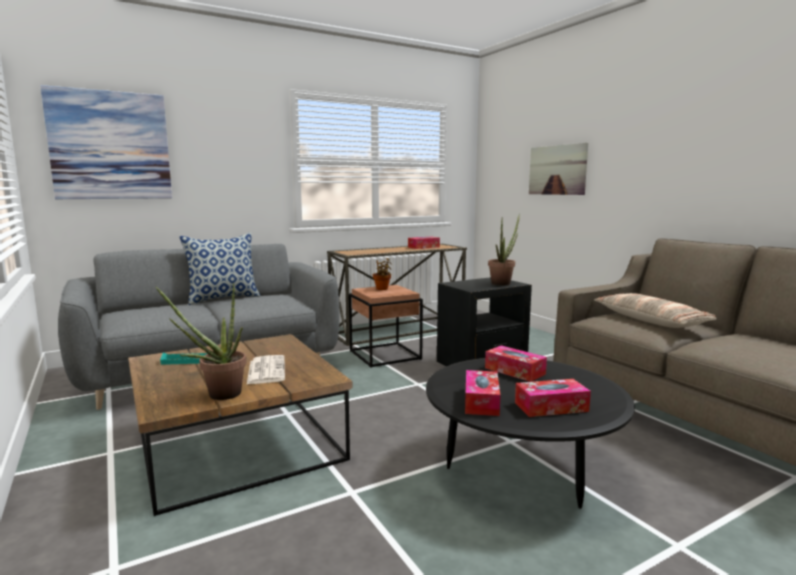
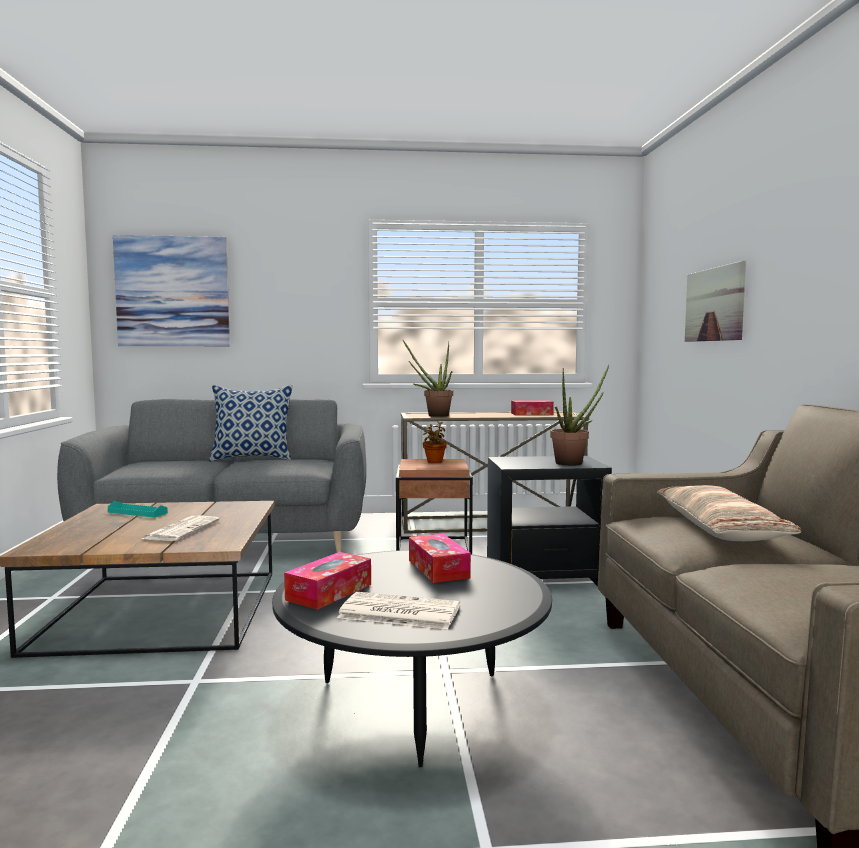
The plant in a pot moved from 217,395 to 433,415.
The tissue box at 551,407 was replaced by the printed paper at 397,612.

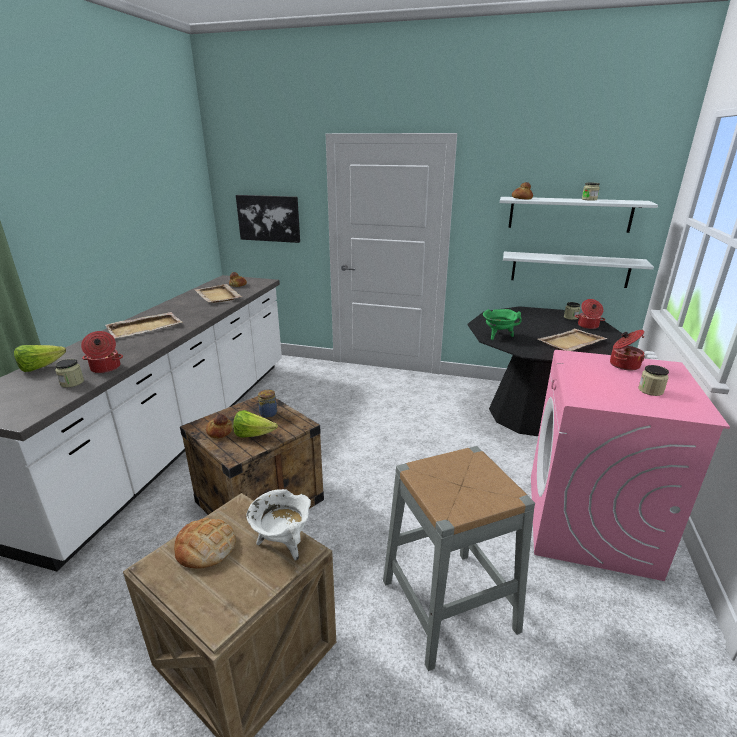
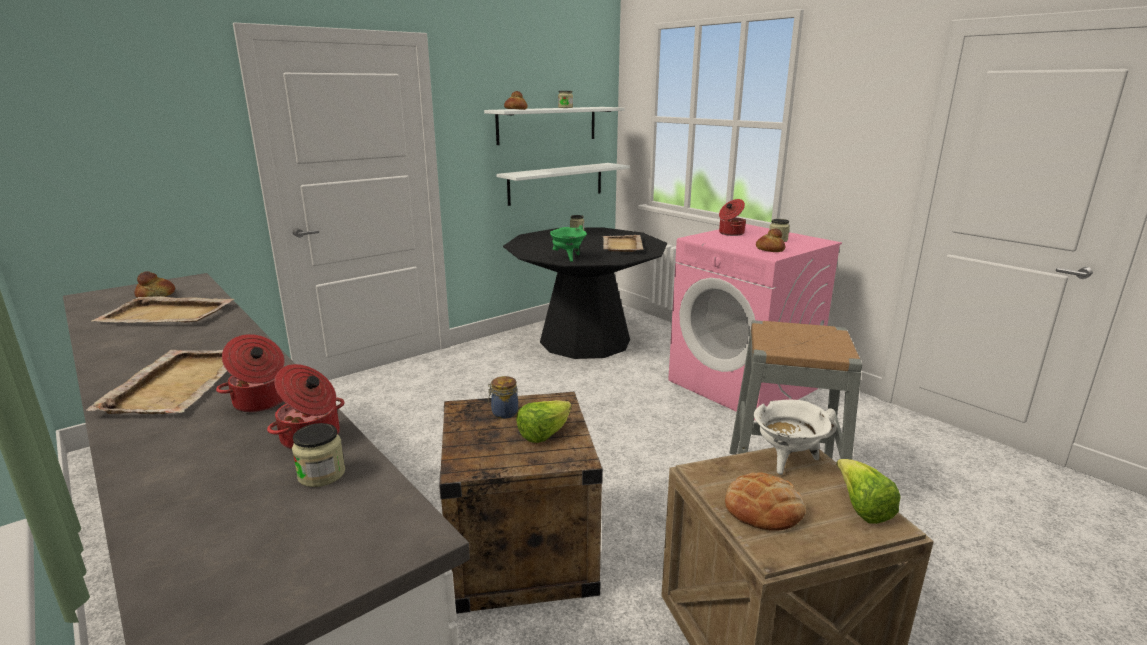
The lettuce moved from 40,367 to 861,508.
The bread moved from 220,431 to 769,249.
The picture at 269,218 disappeared.
The cooking pot moved from 588,326 to 261,402.

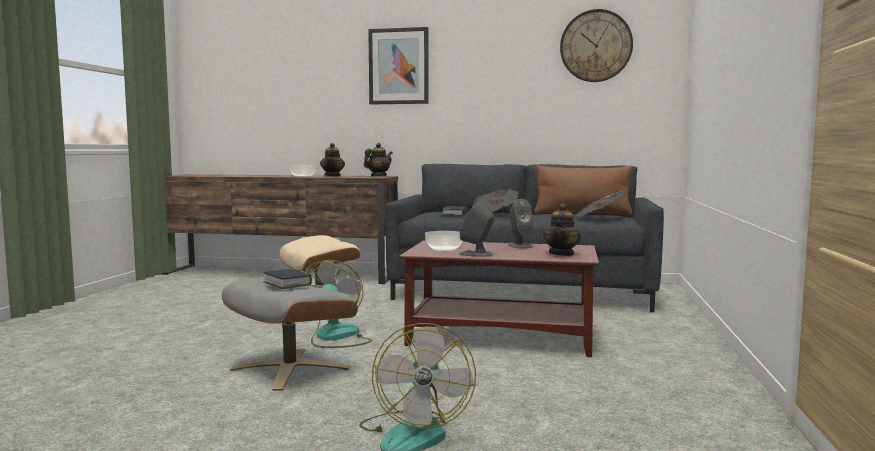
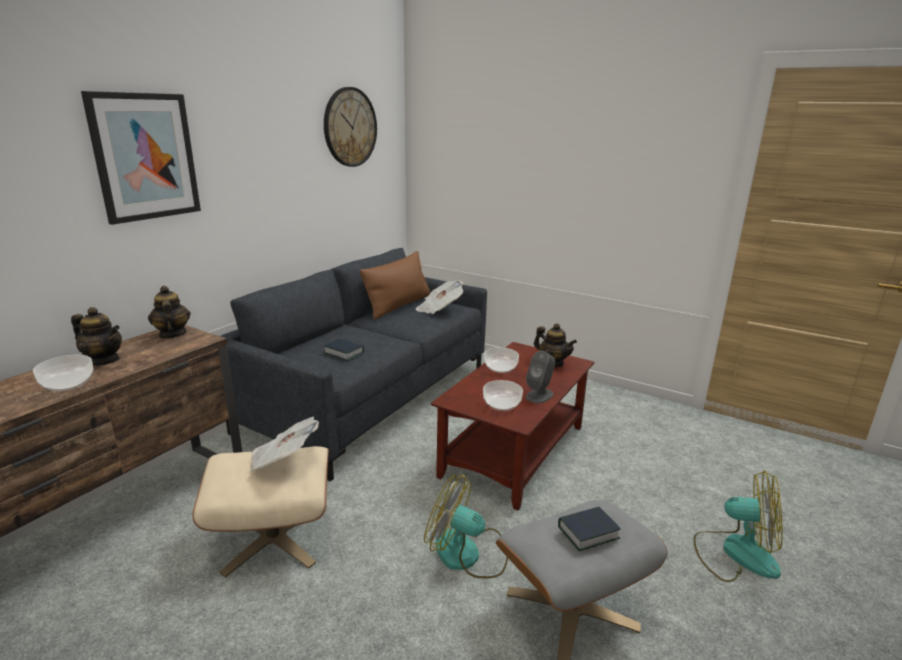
The printed paper moved from 494,215 to 283,459.
The greyish loudspeaker at 520,245 was replaced by the bowl at 500,367.

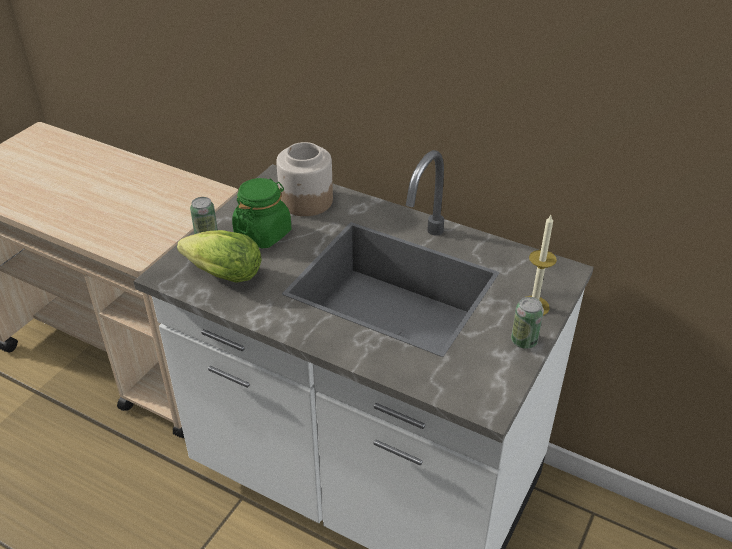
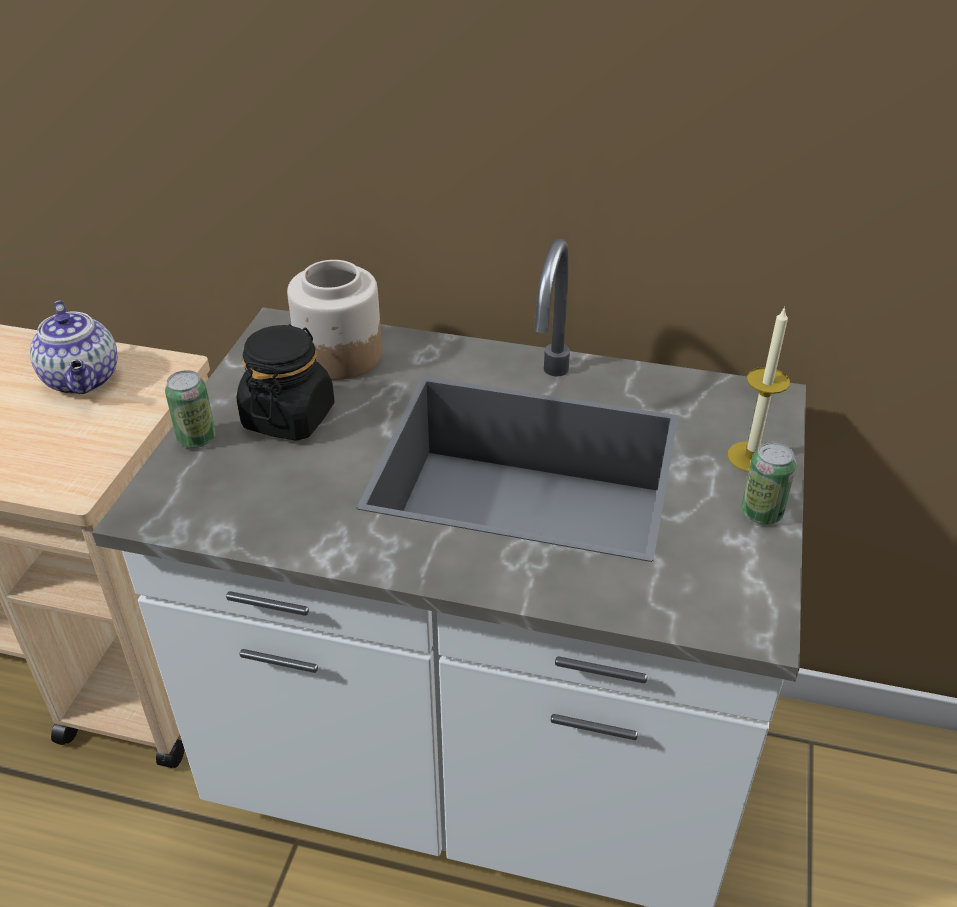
The lettuce at 220,274 disappeared.
The greenish jar at 263,233 became the black-coloured jar at 289,417.
The tea pot at 83,380 appeared.

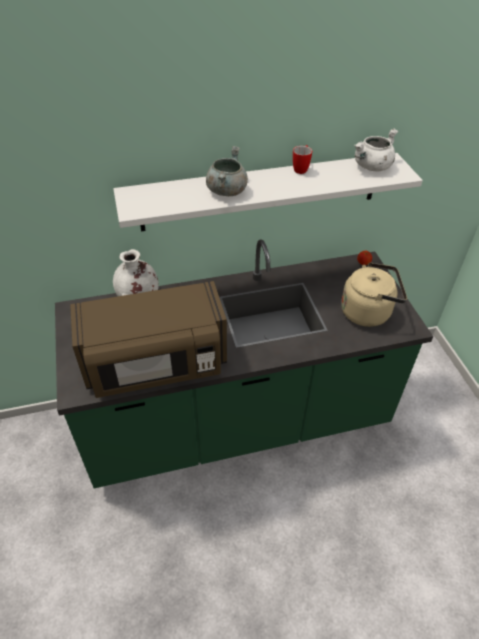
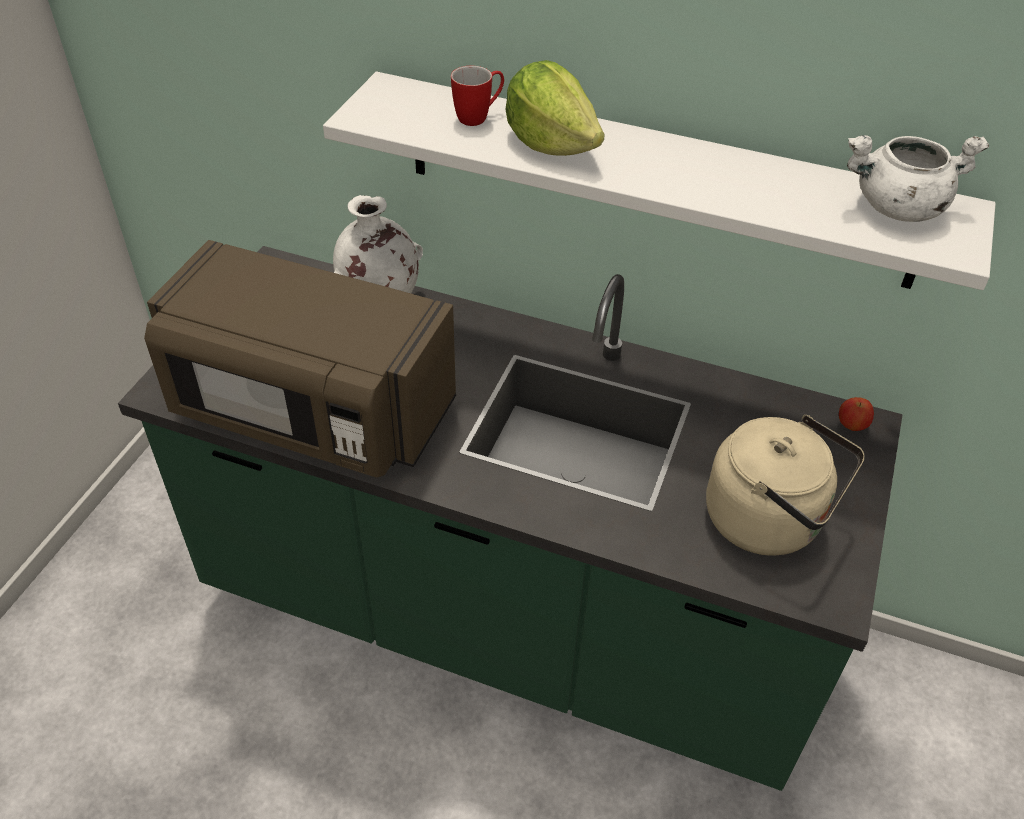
The greyish cooking pot at 226,190 was replaced by the lettuce at 551,143.
The mug moved from 301,168 to 479,117.

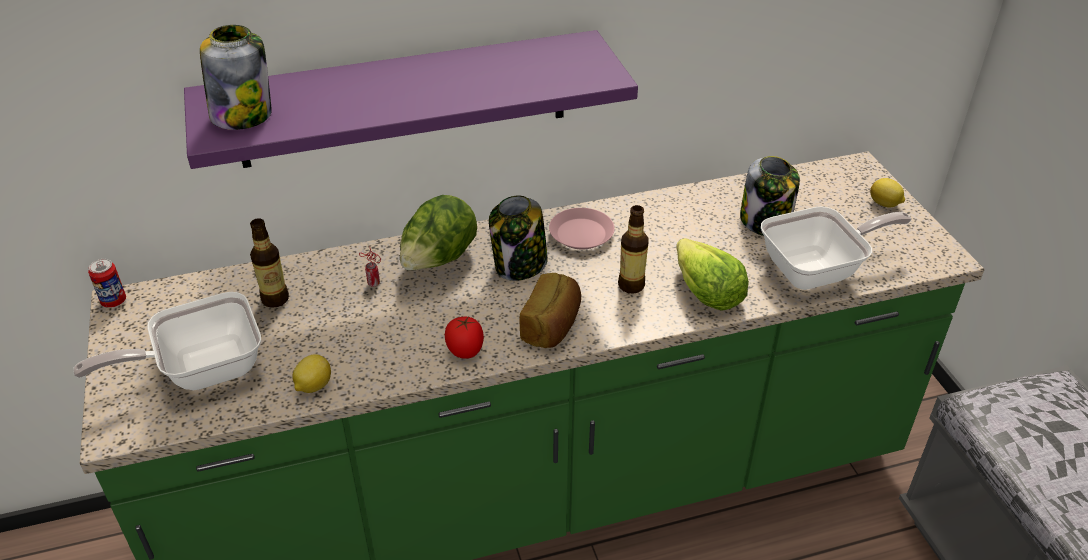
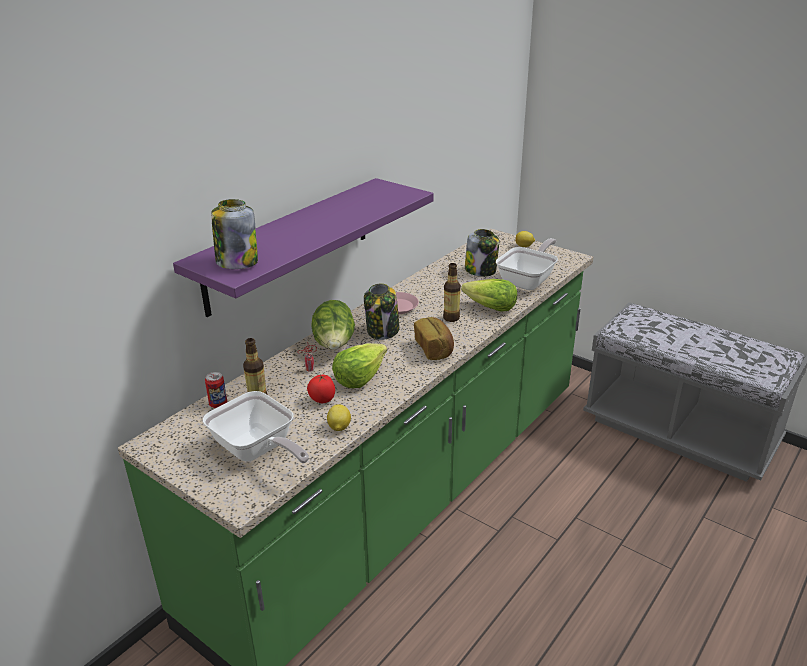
The frying pan at 201,370 turned 75 degrees counterclockwise.
The can moved from 114,301 to 218,404.
The fresh tomato moved from 465,351 to 322,400.
The lettuce at 359,377 appeared.

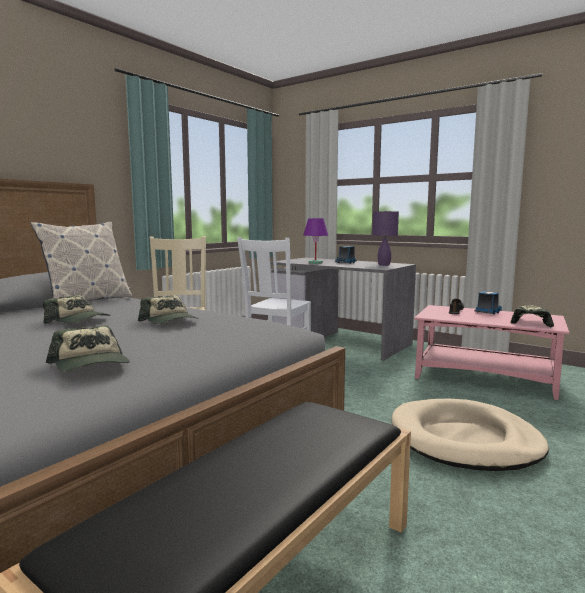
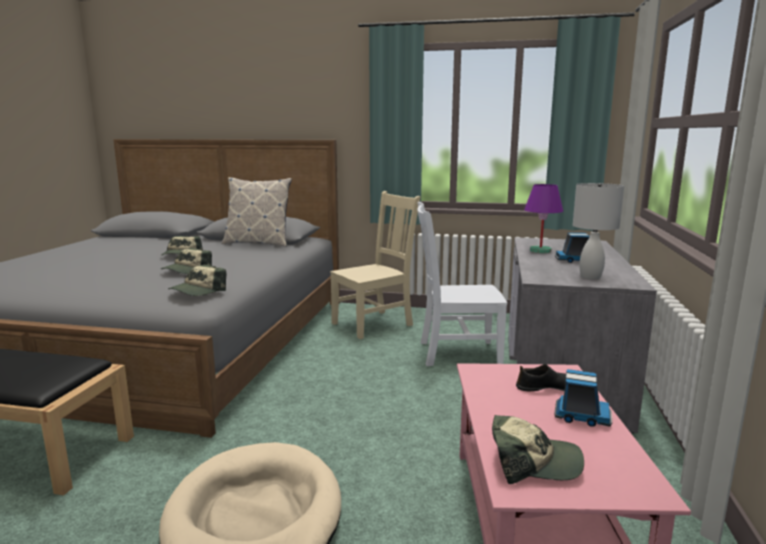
The cap moved from 91,365 to 198,291.
The purple table lamp at 384,265 became the white table lamp at 590,277.

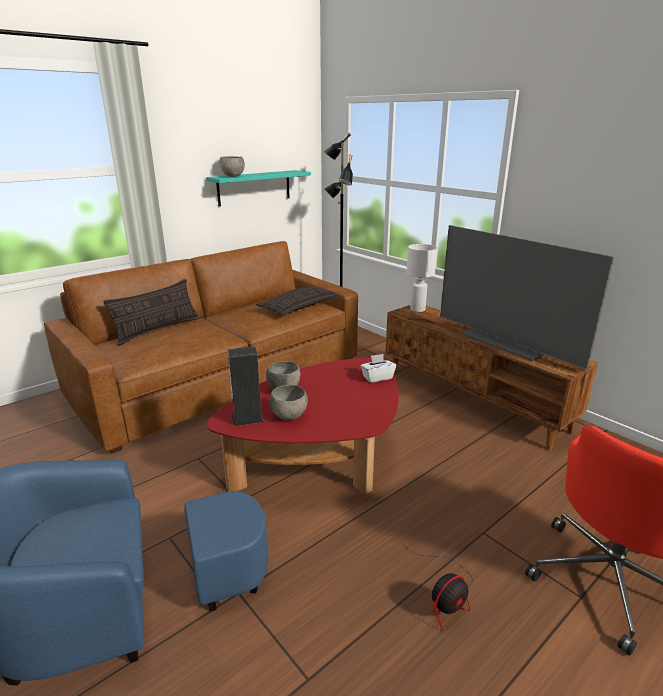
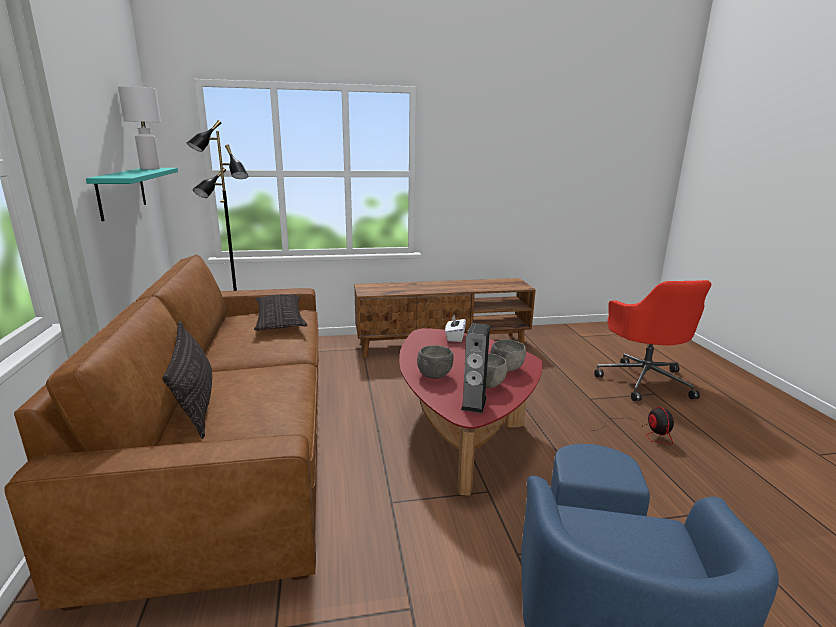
The greyish bowl moved from 233,176 to 507,369.
The white table lamp moved from 418,310 to 150,169.
The television at 507,342 disappeared.

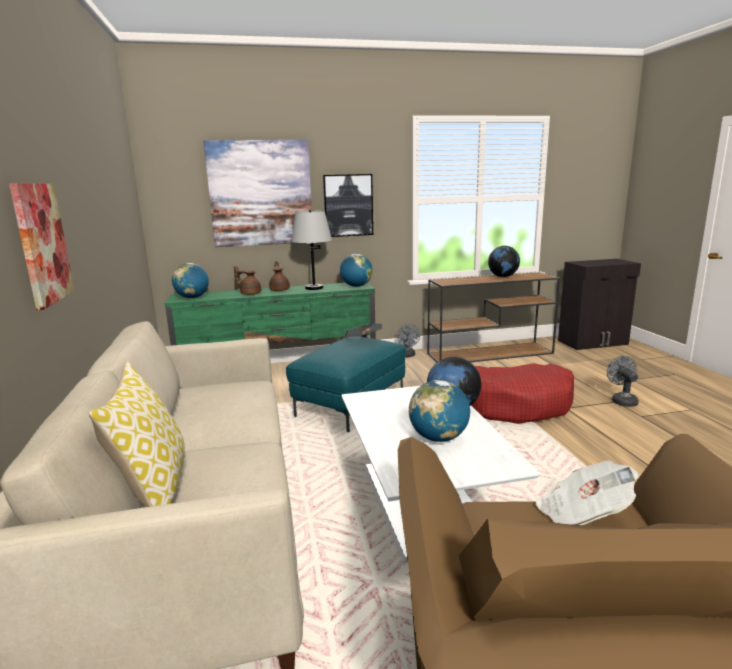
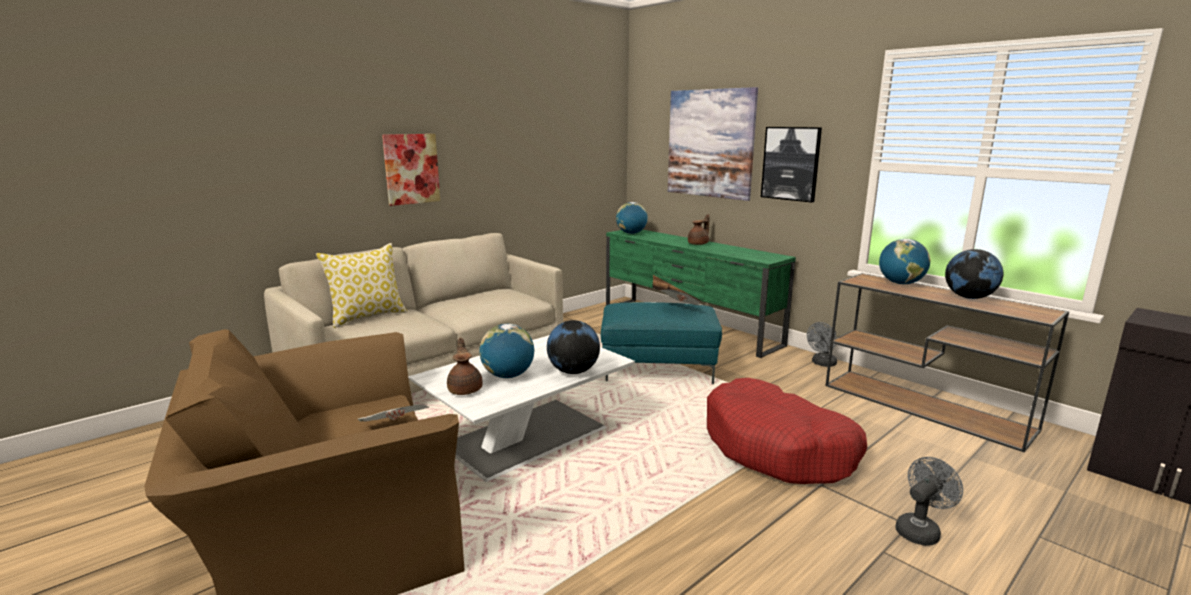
The brownish tea pot moved from 250,294 to 465,389.
The greyish table lamp at 314,288 disappeared.
The globe moved from 356,286 to 900,283.

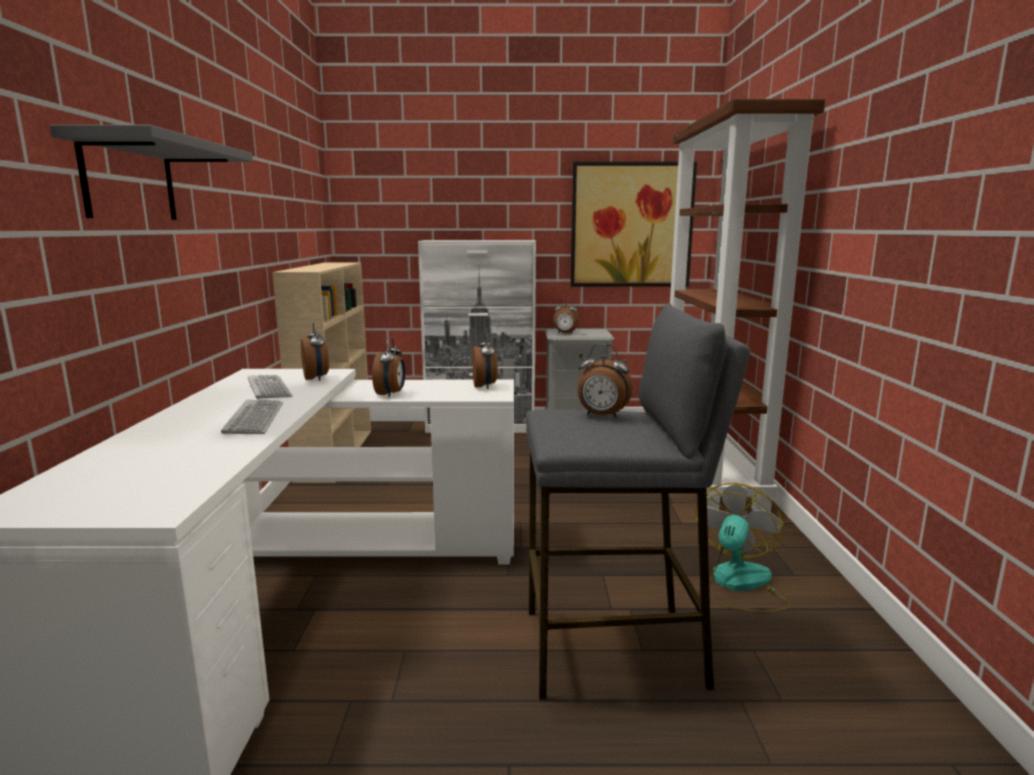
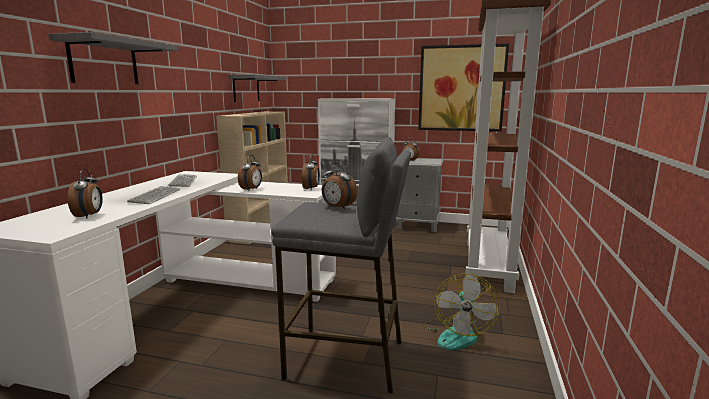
The bedside clock moved from 316,378 to 89,216.
The fan at 738,585 turned 150 degrees clockwise.
The greyish wall shelf at 246,88 appeared.

